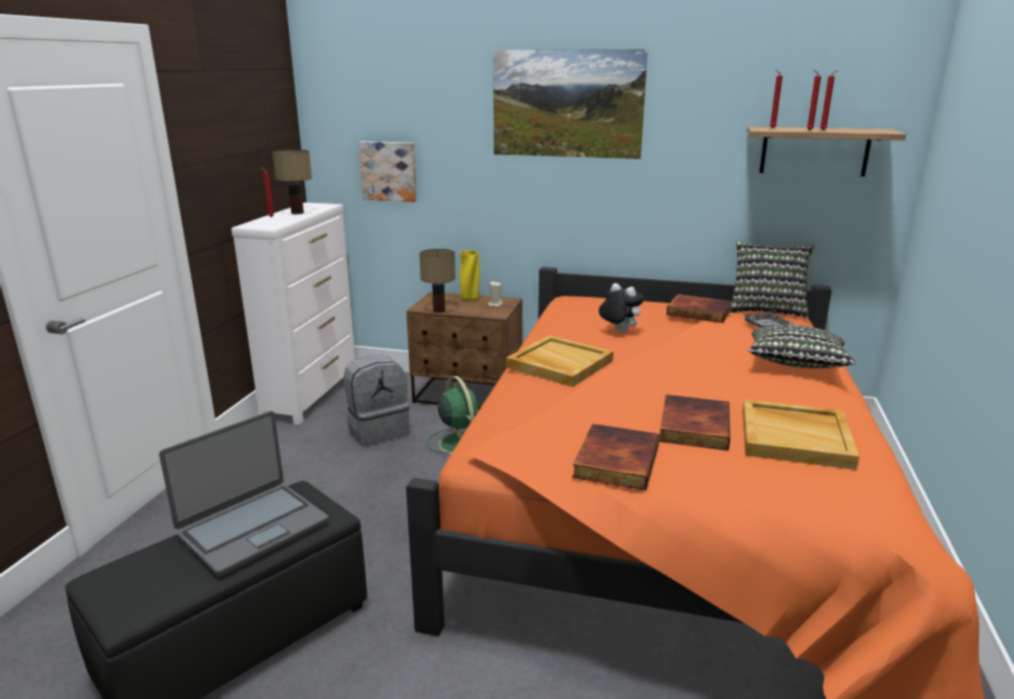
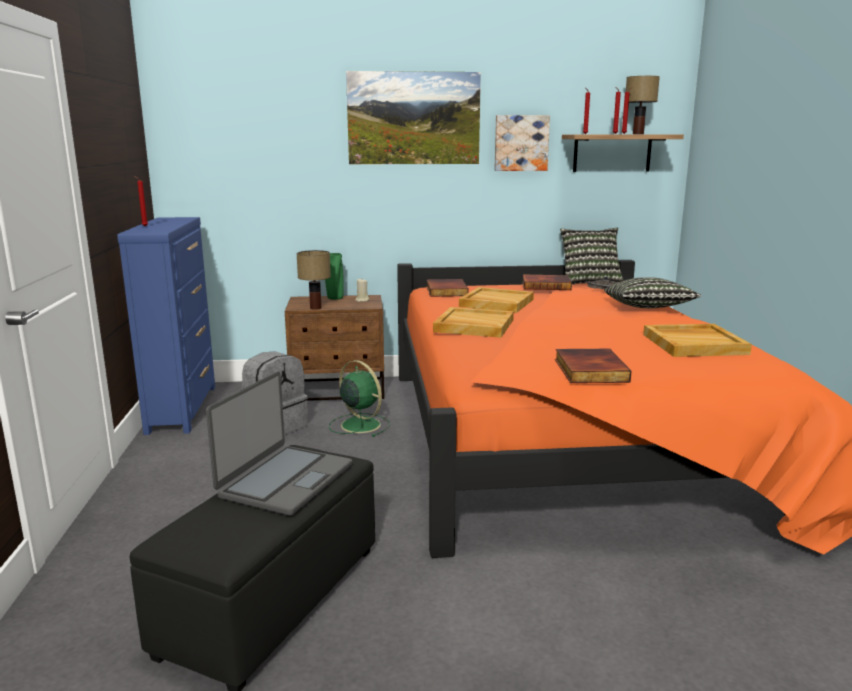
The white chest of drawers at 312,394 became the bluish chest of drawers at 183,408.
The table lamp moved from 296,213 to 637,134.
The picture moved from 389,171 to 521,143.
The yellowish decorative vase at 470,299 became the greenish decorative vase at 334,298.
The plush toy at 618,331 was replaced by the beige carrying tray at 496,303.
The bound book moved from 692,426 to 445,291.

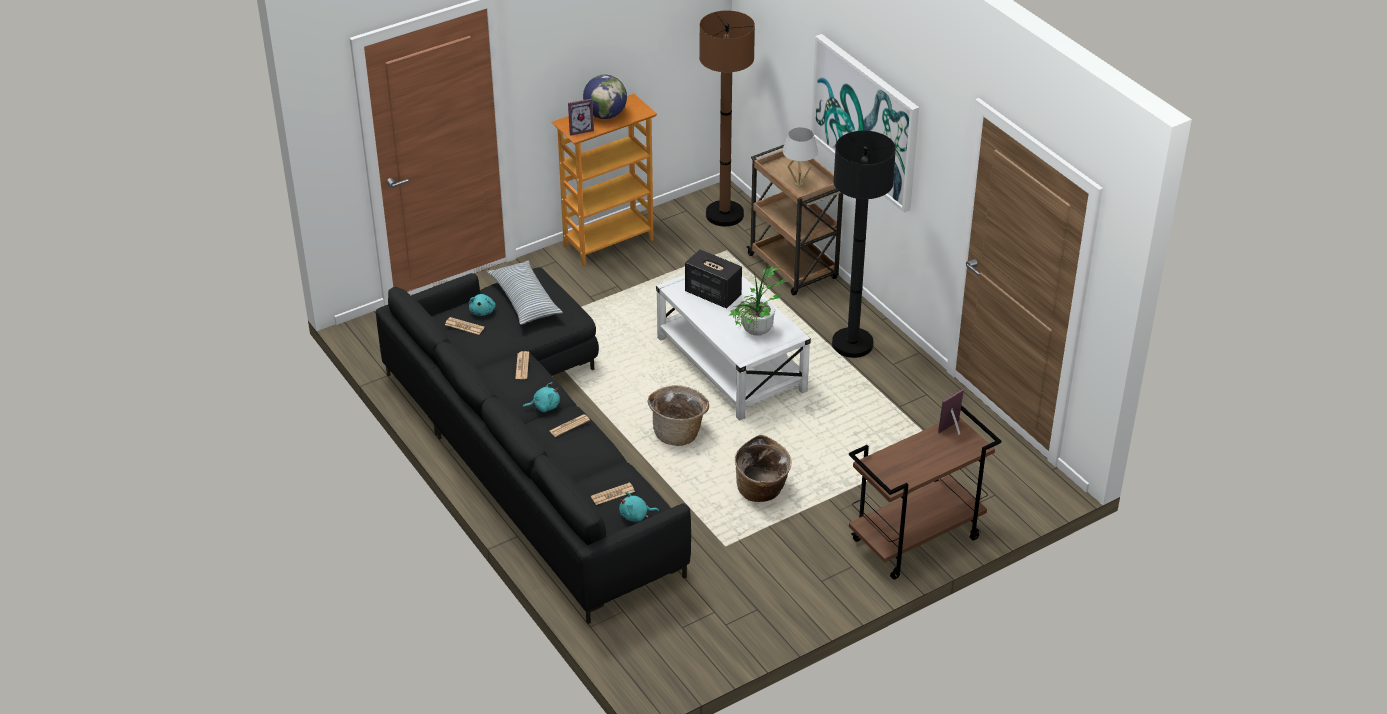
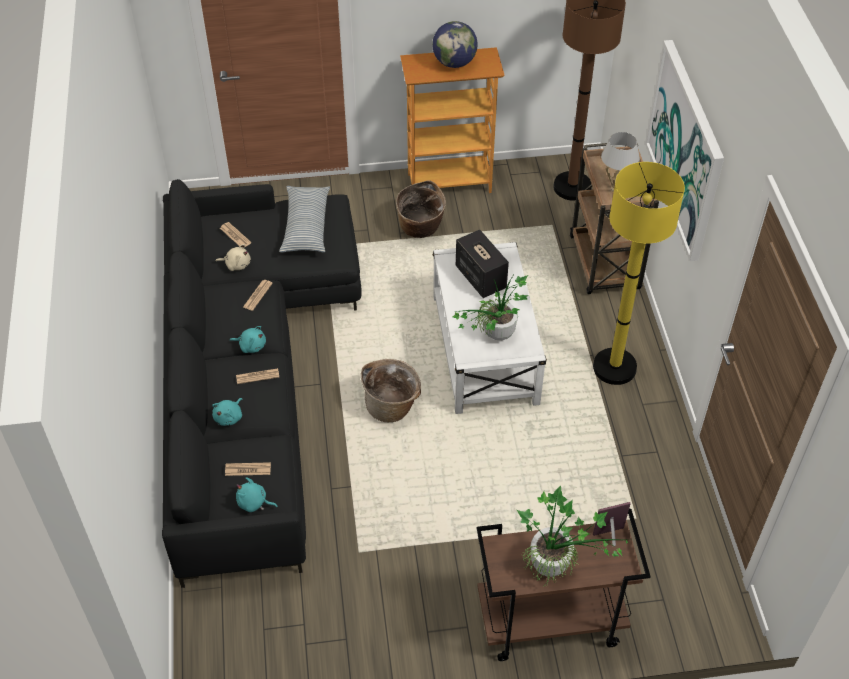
The turquoise plush toy moved from 482,311 to 229,417.
The picture frame at 580,129 disappeared.
The storage basket moved from 762,491 to 420,228.
The black-coloured floor lamp at 852,344 became the yellowish floor lamp at 614,367.
The beige plush toy at 236,264 appeared.
The plant in a pot at 558,565 appeared.

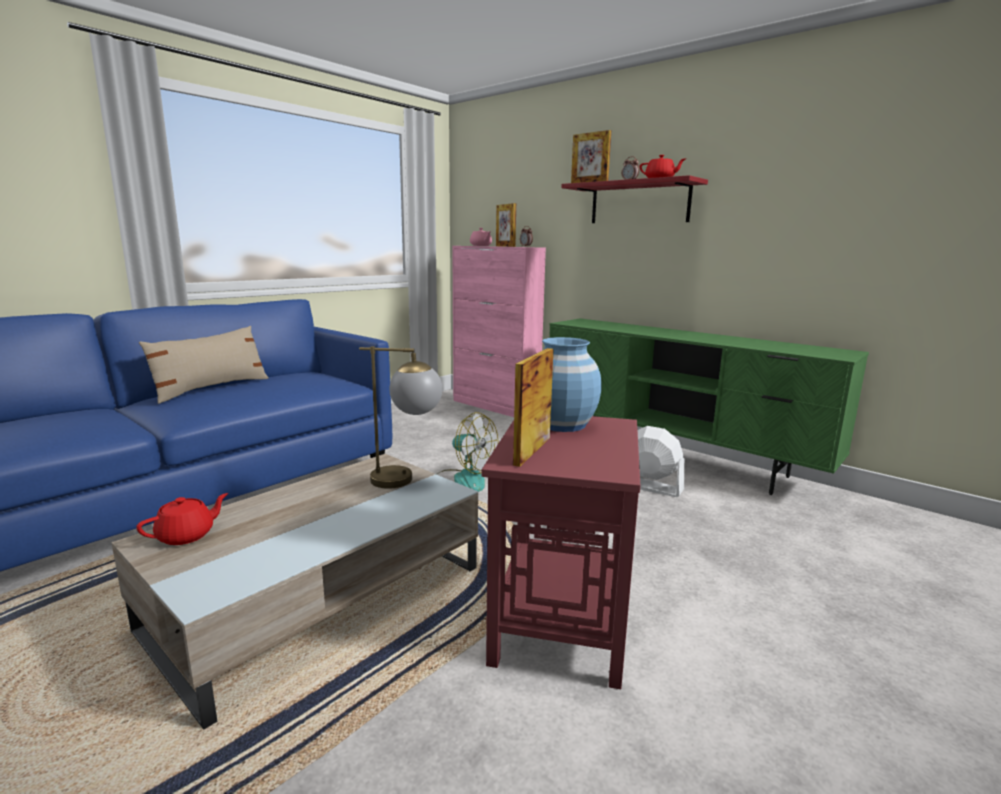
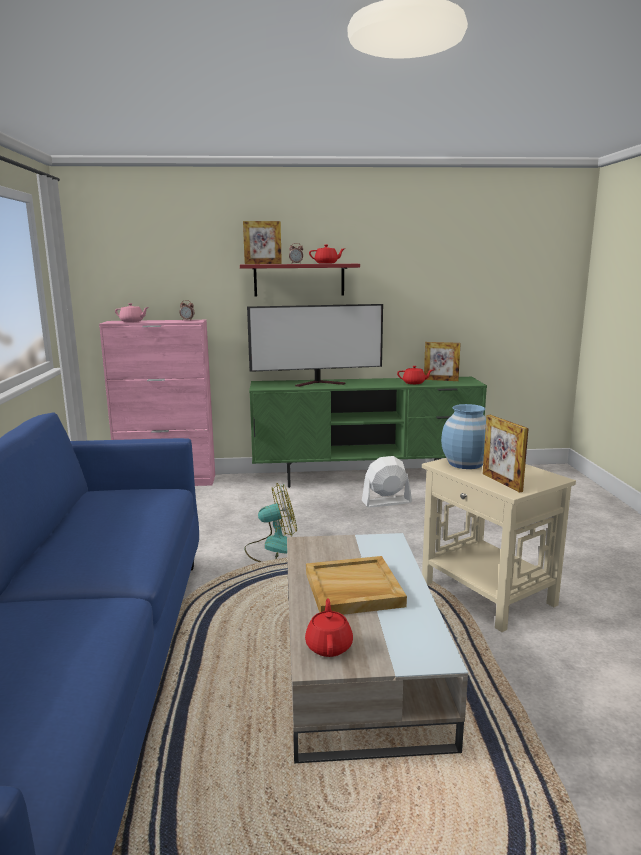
The beige pillow at 212,388 disappeared.
The table lamp at 407,480 disappeared.
The red side table at 560,620 became the beige side table at 486,593.
The picture frame moved from 505,246 to 441,380.
The television at 320,383 appeared.
The beige carrying tray at 353,590 appeared.
The red tea pot at 414,383 appeared.

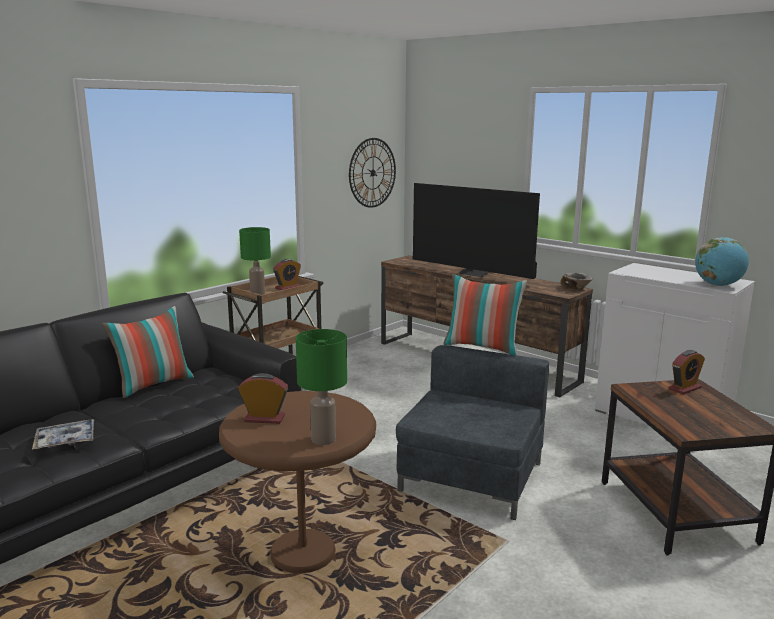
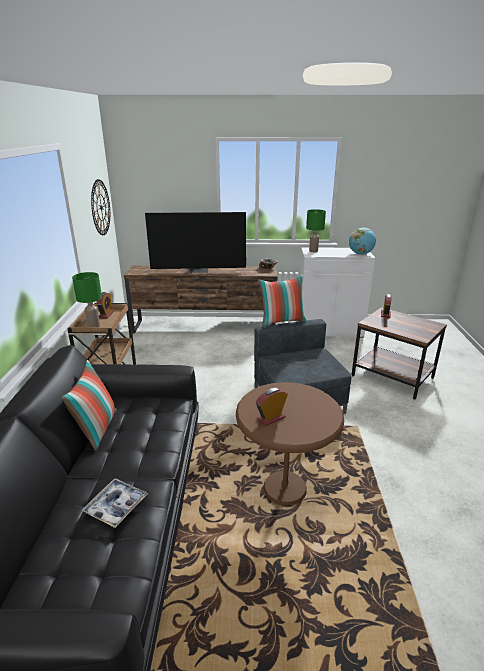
The greenish table lamp moved from 323,439 to 313,251.

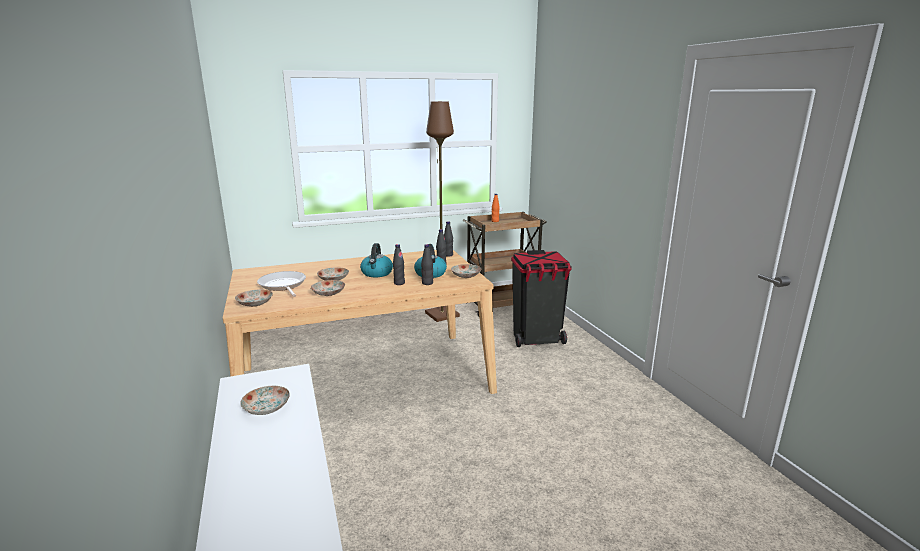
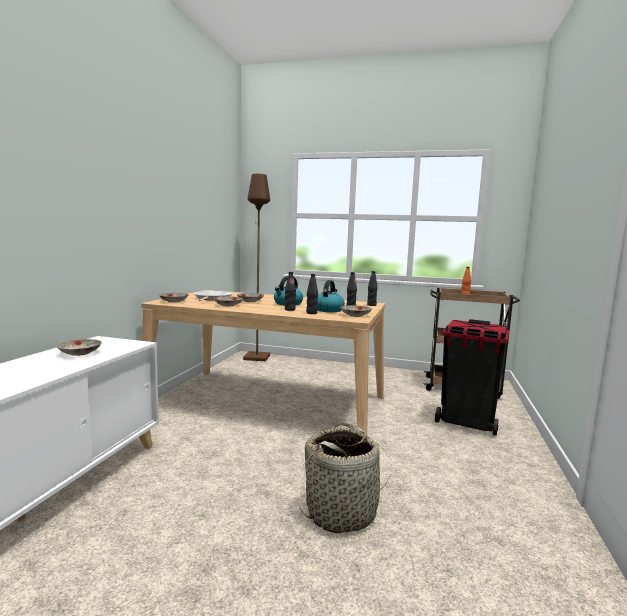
The brownish floor lamp moved from 442,315 to 256,357.
The storage basket at 342,512 appeared.

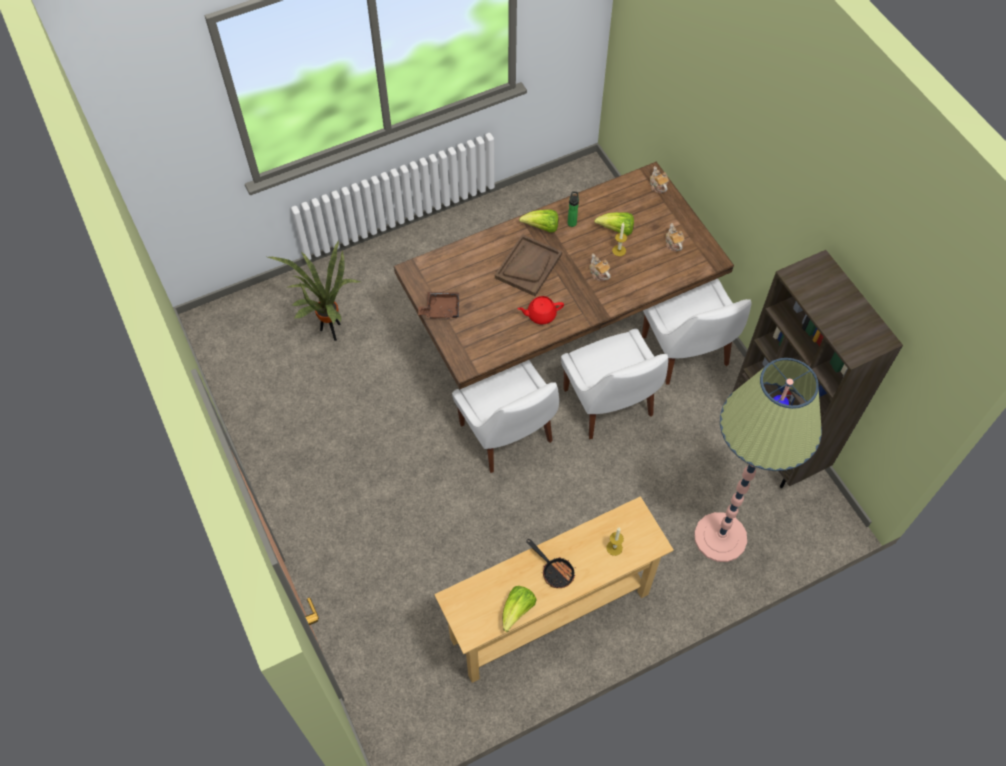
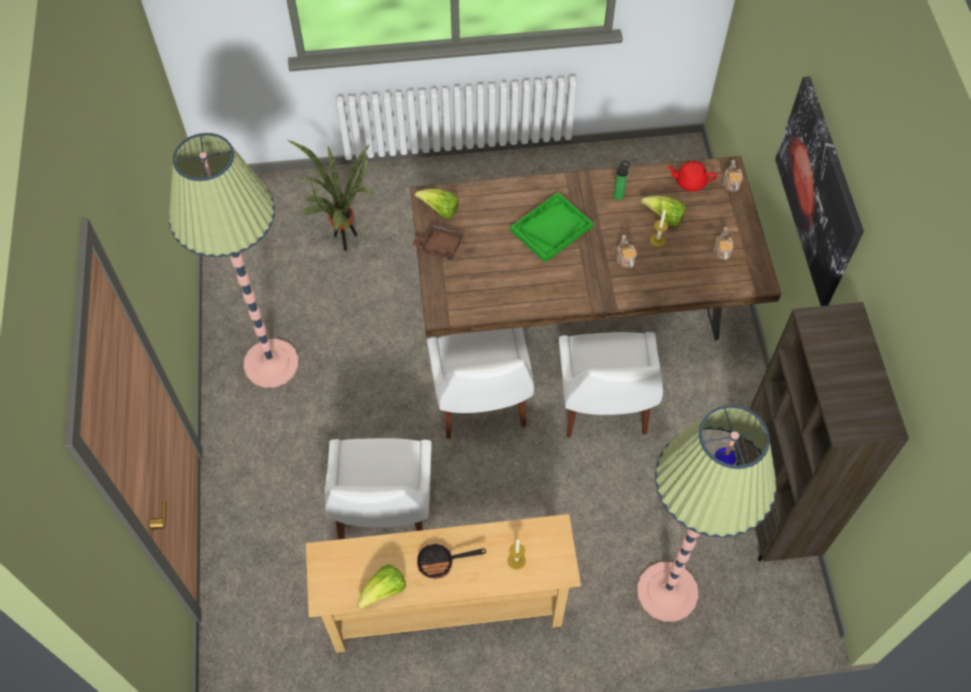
The brownish carrying tray at 528,266 became the greenish carrying tray at 551,228.
The red tea pot moved from 541,315 to 689,182.
The lettuce moved from 542,228 to 439,210.
The frying pan at 554,570 turned 105 degrees clockwise.
The white upright chair moved from 686,353 to 383,514.
The floor lamp at 271,363 appeared.
The picture at 819,191 appeared.

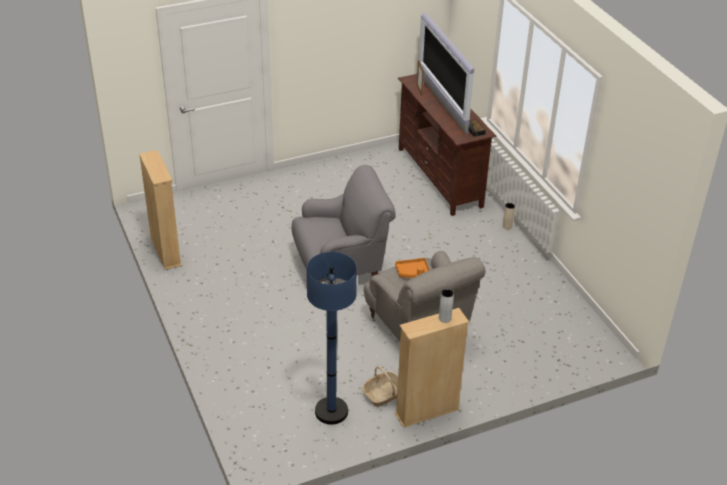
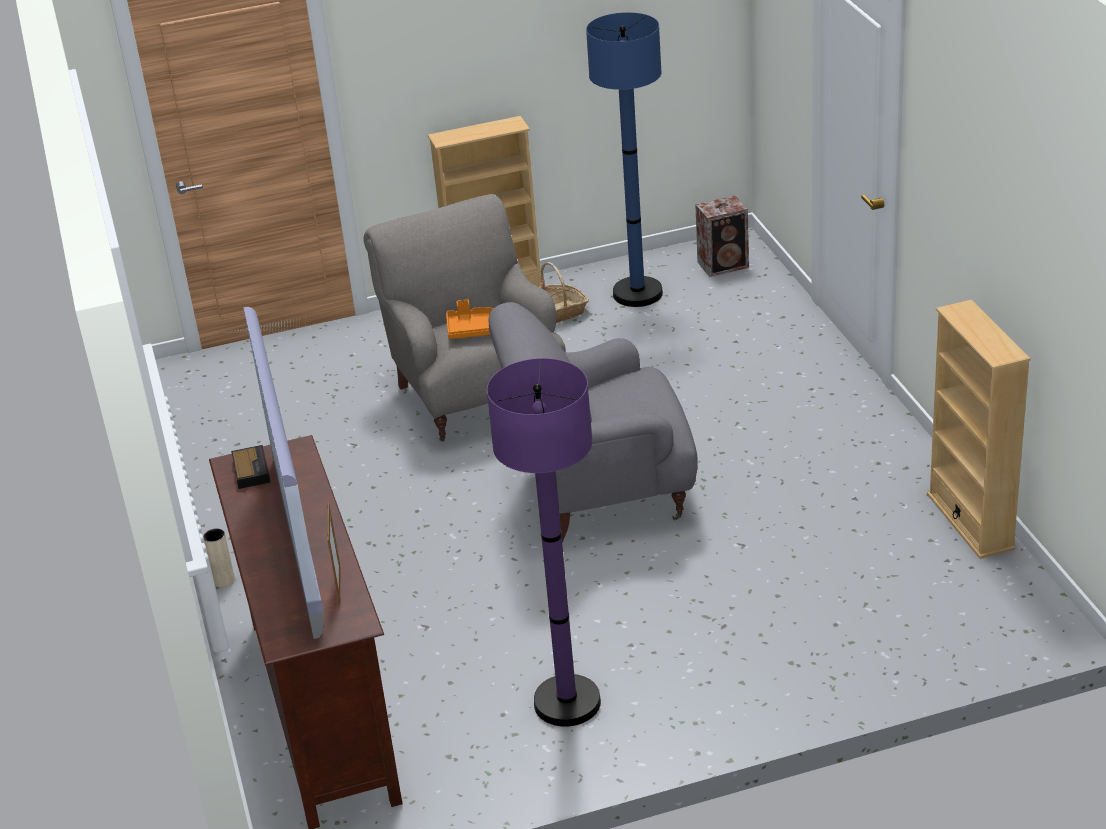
The greyish decorative vase at 445,318 disappeared.
The purple floor lamp at 567,703 appeared.
The loudspeaker at 724,265 appeared.

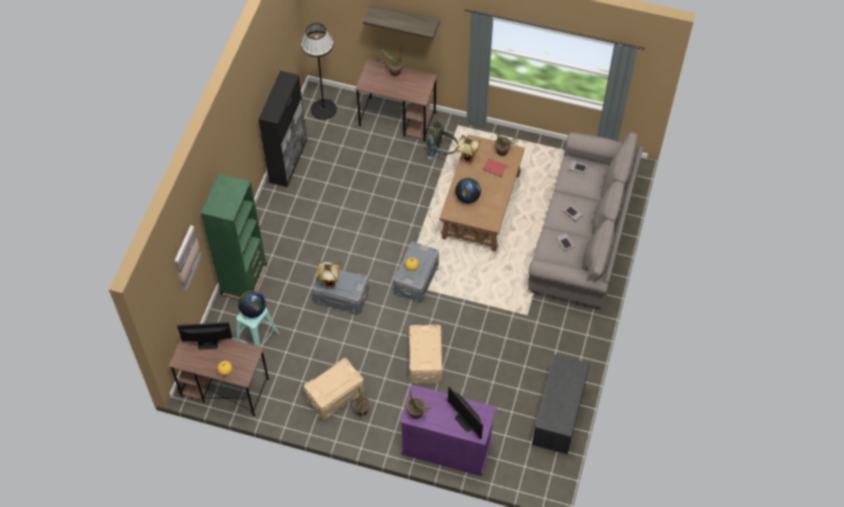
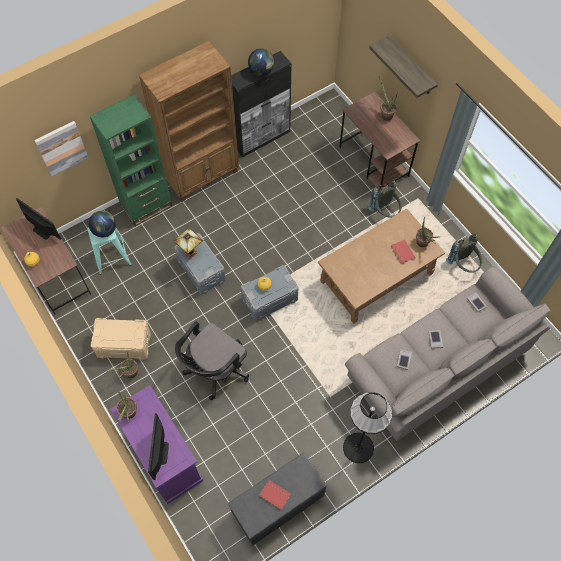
The black-coloured floor lamp moved from 323,109 to 358,448.
The beige storage container at 424,360 was replaced by the black-coloured office chair at 214,370.
The table lamp at 466,159 disappeared.
The globe moved from 467,197 to 261,71.
The brownish bookshelf at 202,175 appeared.
The red bound book at 275,494 appeared.
The greyish rucksack at 463,265 appeared.

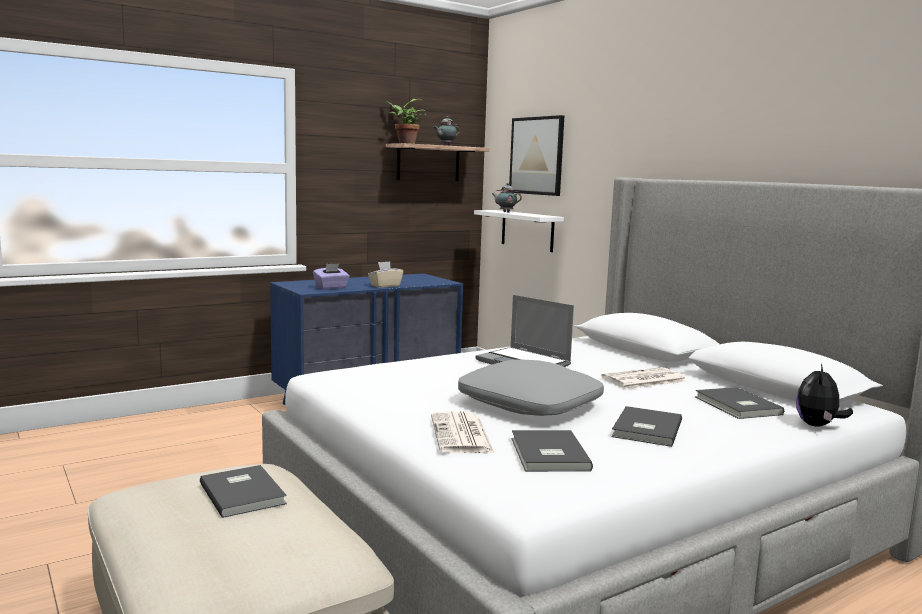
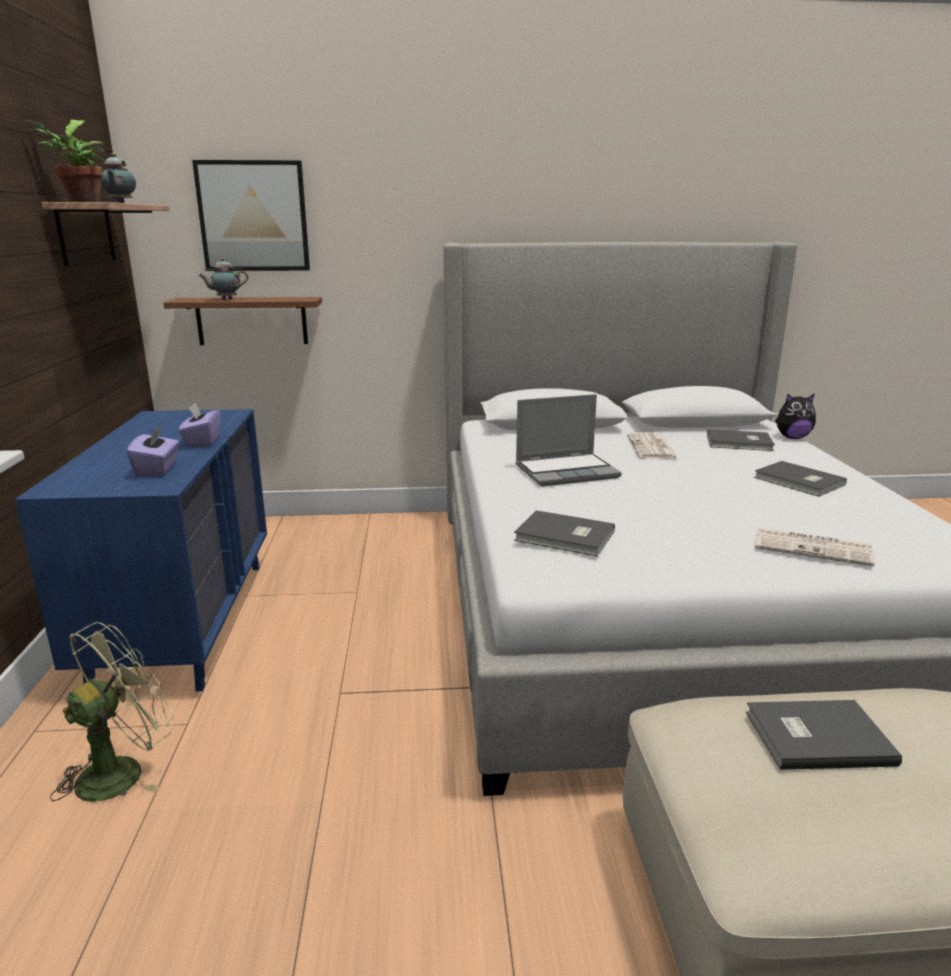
The beige tissue box at 385,286 became the purple tissue box at 202,441.
The greyish pillow at 530,404 disappeared.
The white wall shelf at 527,230 became the brownish wall shelf at 252,321.
The greyish bound book moved from 547,454 to 565,537.
The plush toy at 818,426 turned 60 degrees counterclockwise.
The greenish fan at 122,770 appeared.

